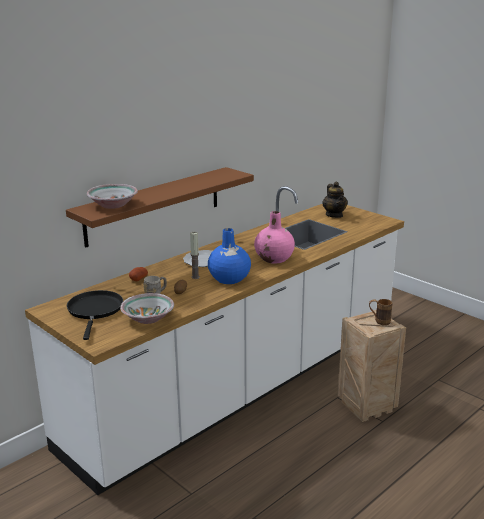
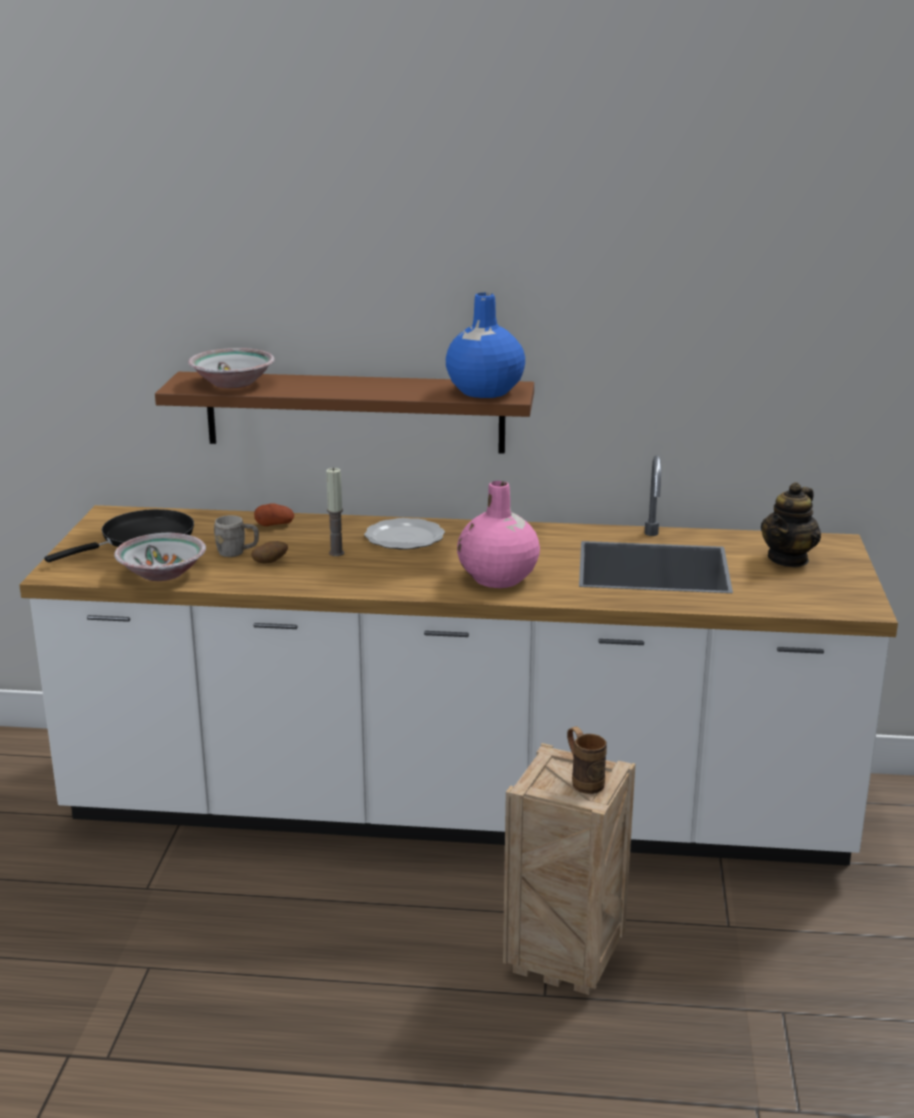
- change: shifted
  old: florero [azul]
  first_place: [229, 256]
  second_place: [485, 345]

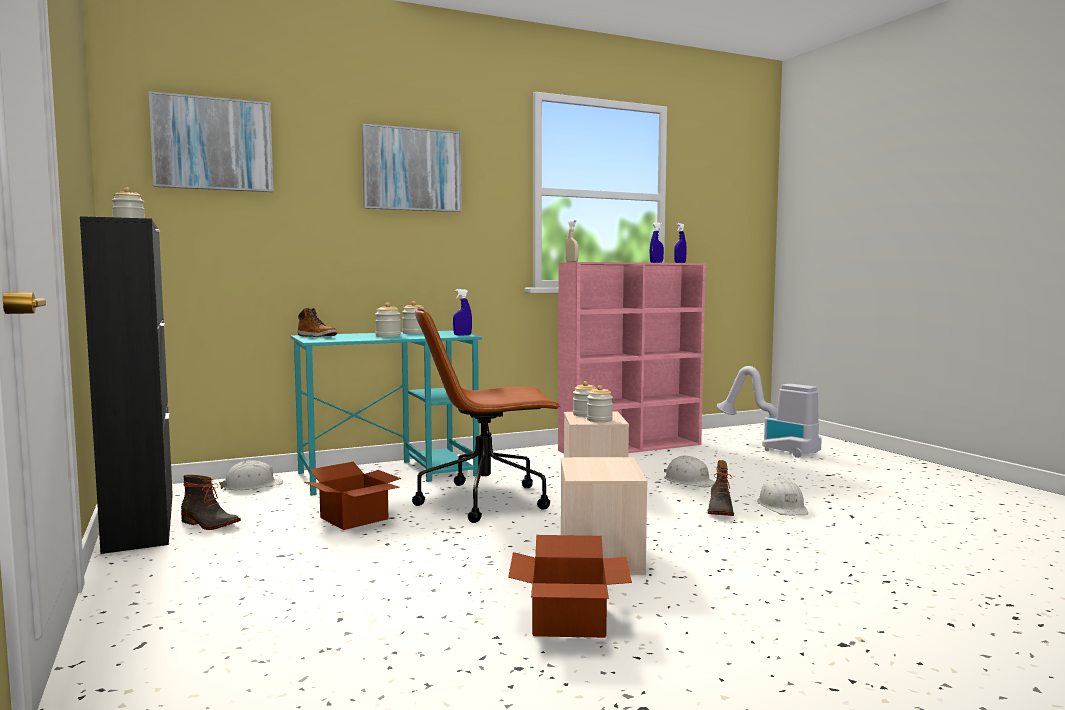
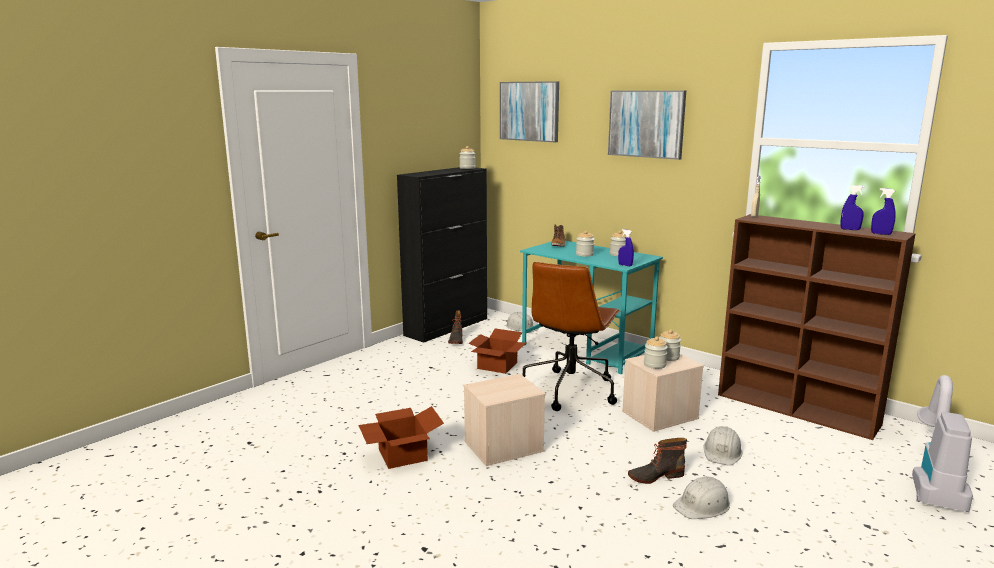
- change: rotated
  old: silla de oficina [marrón]
  first_place: [486, 415]
  second_place: [571, 336]
  degrees: -120
- change: repainted
  old: estantería [rosa]
  new: estantería [marrón]
  first_place: [632, 357]
  second_place: [817, 327]

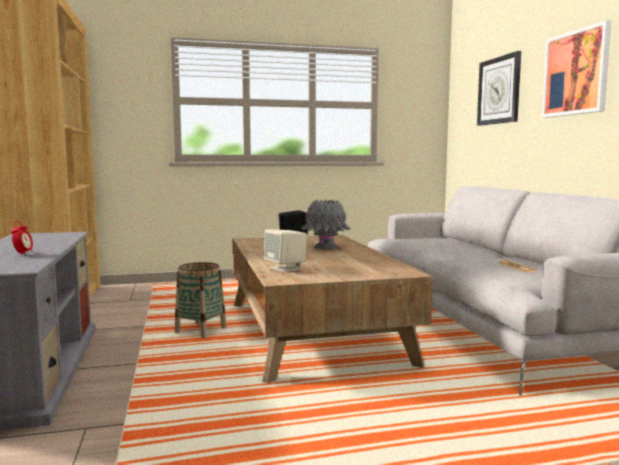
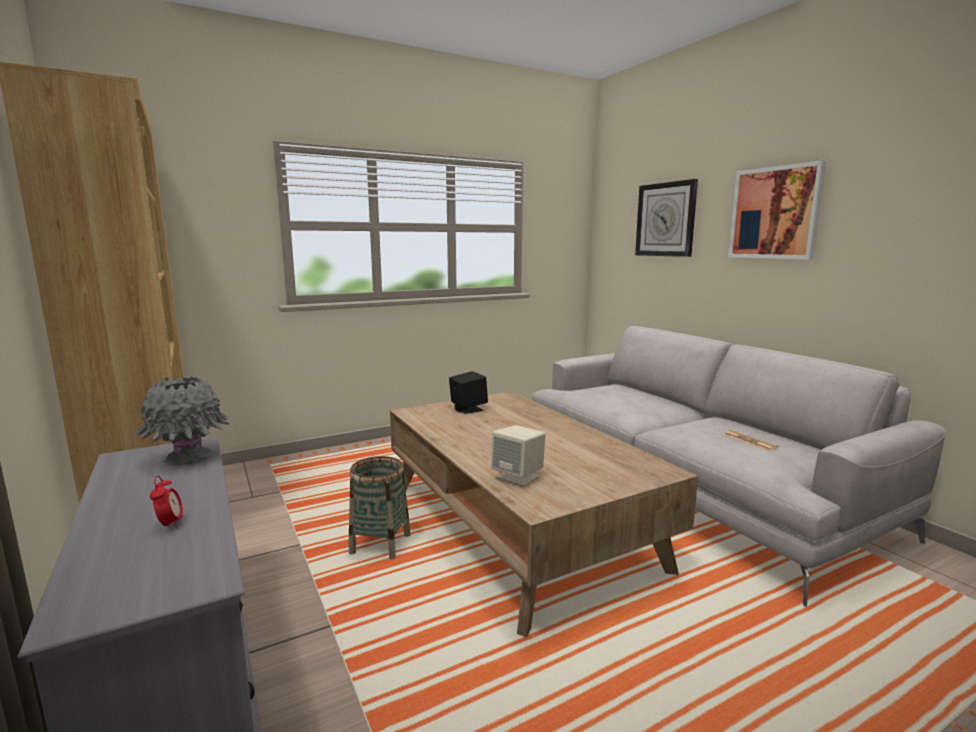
- change: shifted
  old: florero [gris]
  first_place: [326, 225]
  second_place: [183, 420]

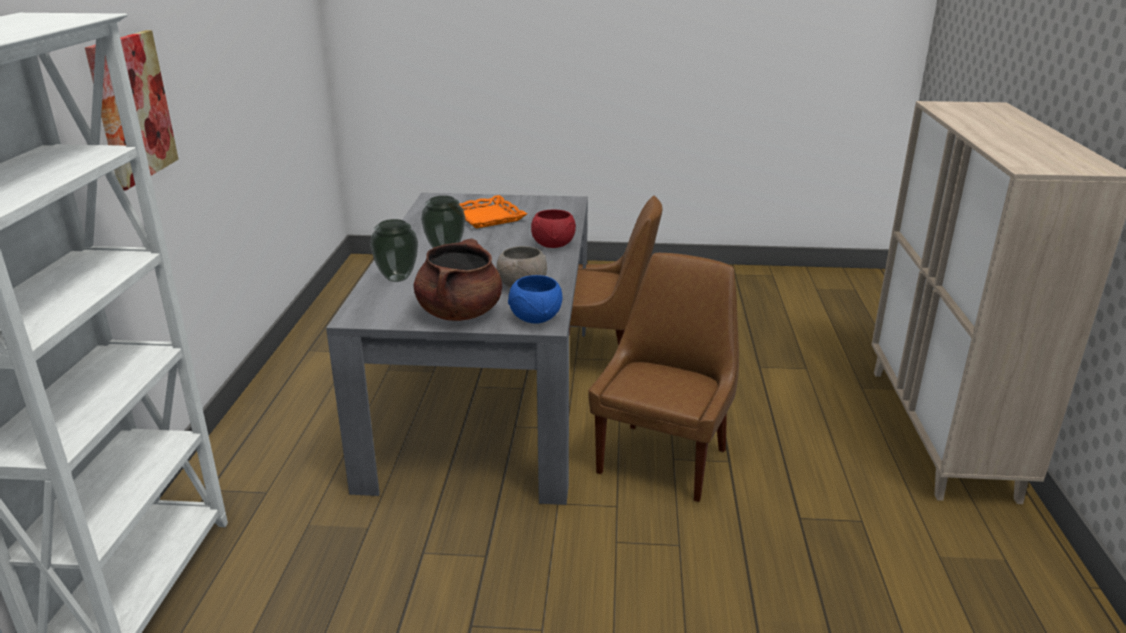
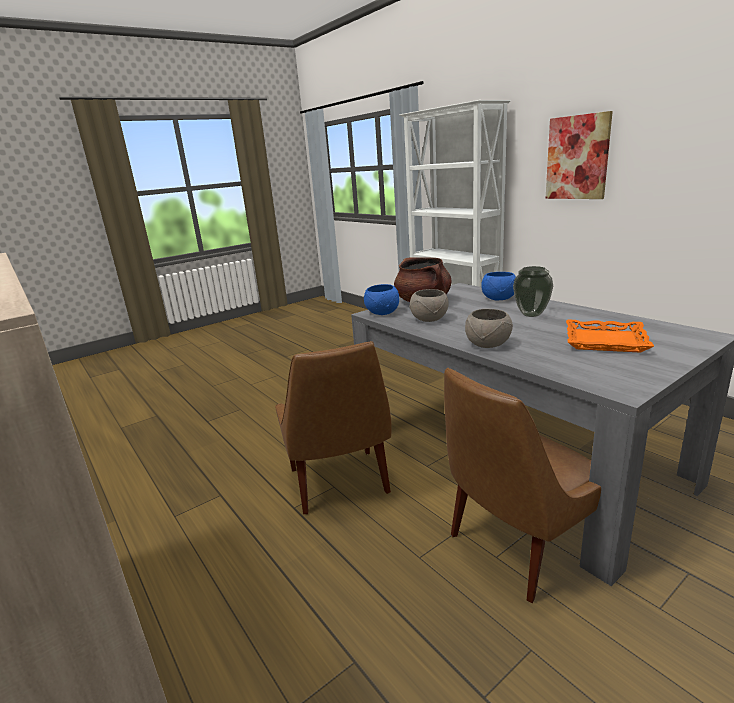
- change: swapped
  old: florero
  new: cuenco [azul]
  first_place: [394, 250]
  second_place: [498, 286]
- change: repainted
  old: cuenco [rojo]
  new: cuenco [gris]
  first_place: [553, 228]
  second_place: [489, 328]

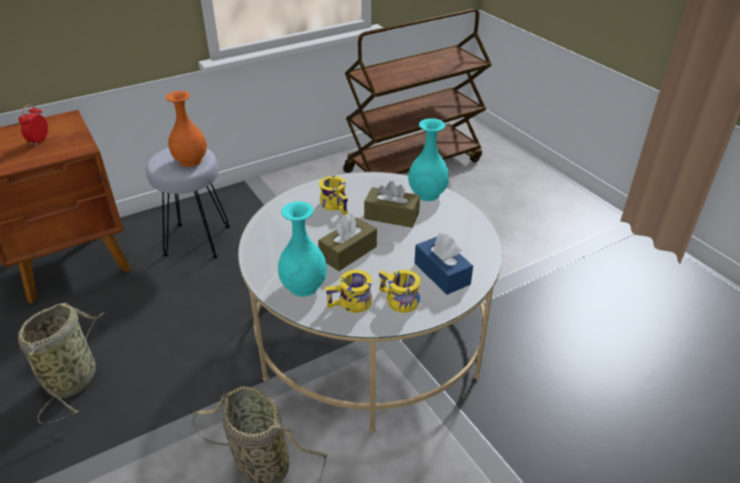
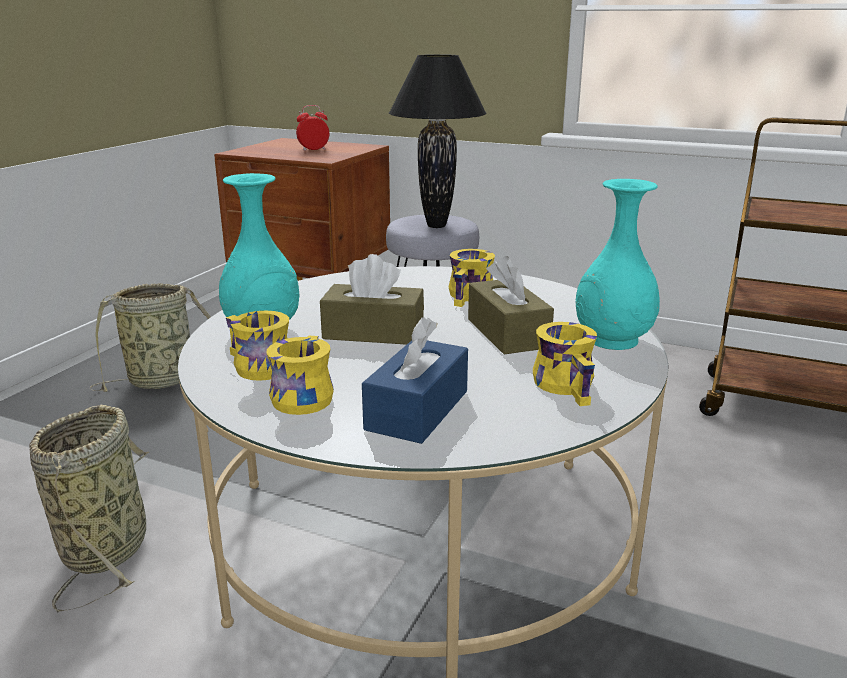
- change: swapped
  old: florero [naranja]
  new: lámpara de mesa [negro]
  first_place: [186, 129]
  second_place: [437, 141]
- change: new
  new: taza grande [amarillo]
  second_place: [565, 364]

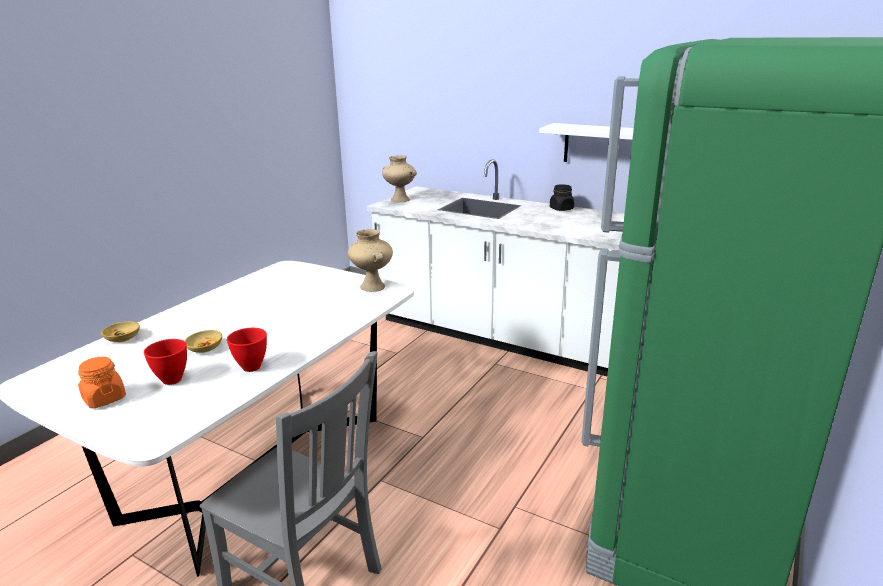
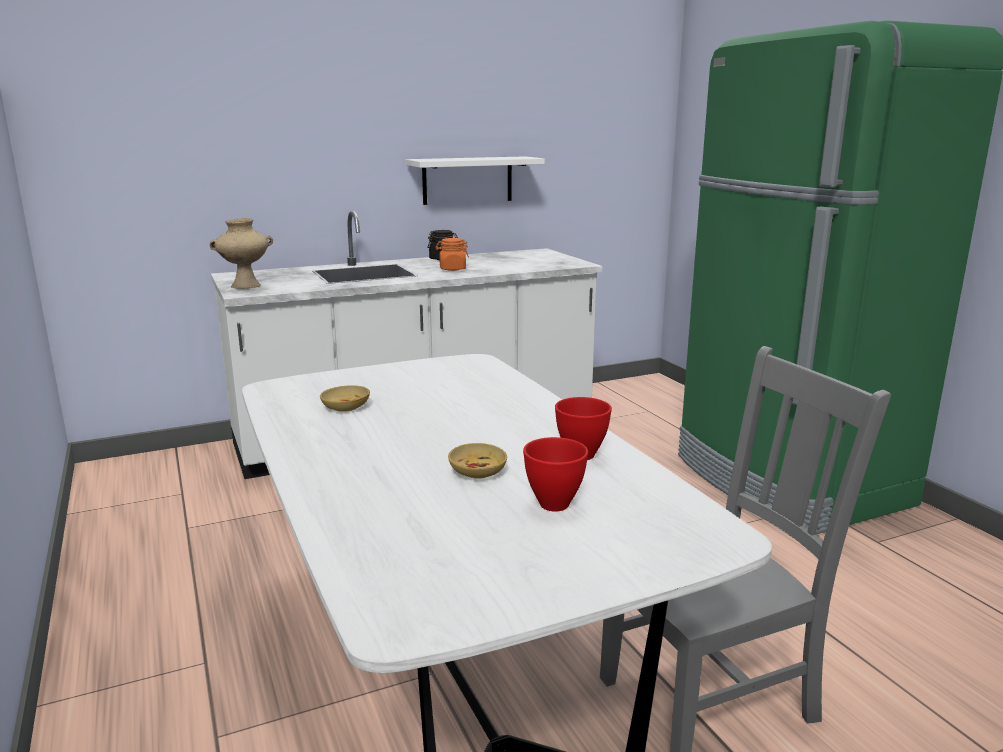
- change: shifted
  old: tarro [naranja]
  first_place: [102, 382]
  second_place: [452, 254]
- change: shifted
  old: cuenco [beis]
  first_place: [120, 331]
  second_place: [345, 398]
- change: gone
  old: florero [beis]
  first_place: [370, 260]

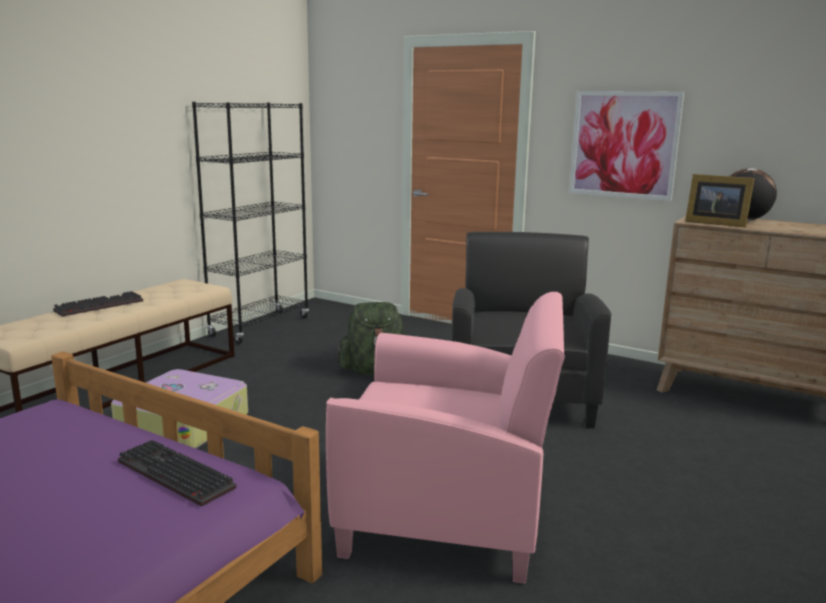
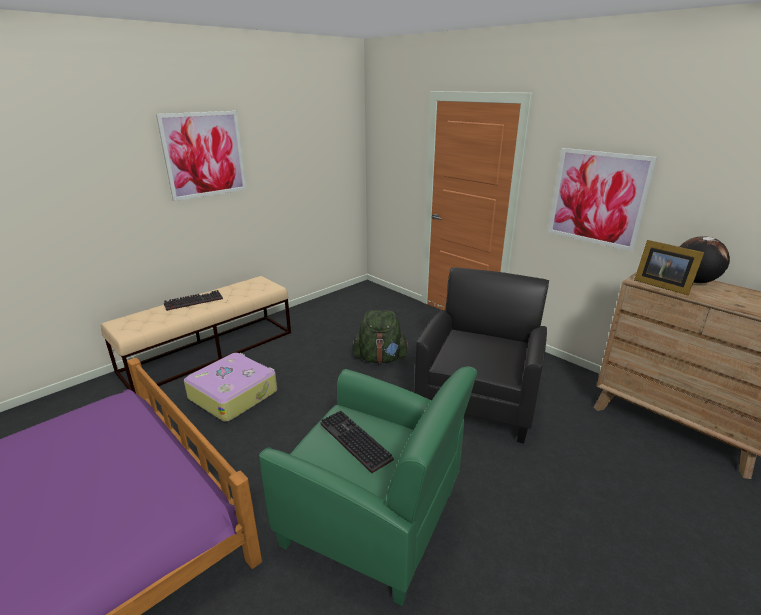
- change: shifted
  old: teclado
  first_place: [177, 473]
  second_place: [357, 442]
- change: gone
  old: estantería [negro]
  first_place: [250, 223]
- change: repainted
  old: sillón [rosa]
  new: sillón [verde]
  first_place: [445, 438]
  second_place: [368, 486]
- change: new
  new: cuadro
  second_place: [201, 156]

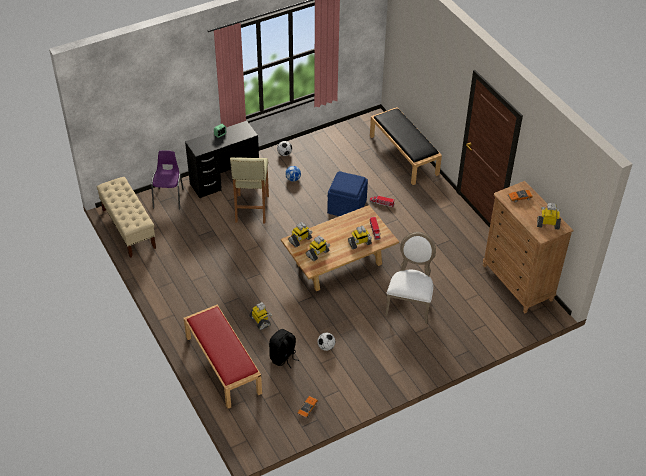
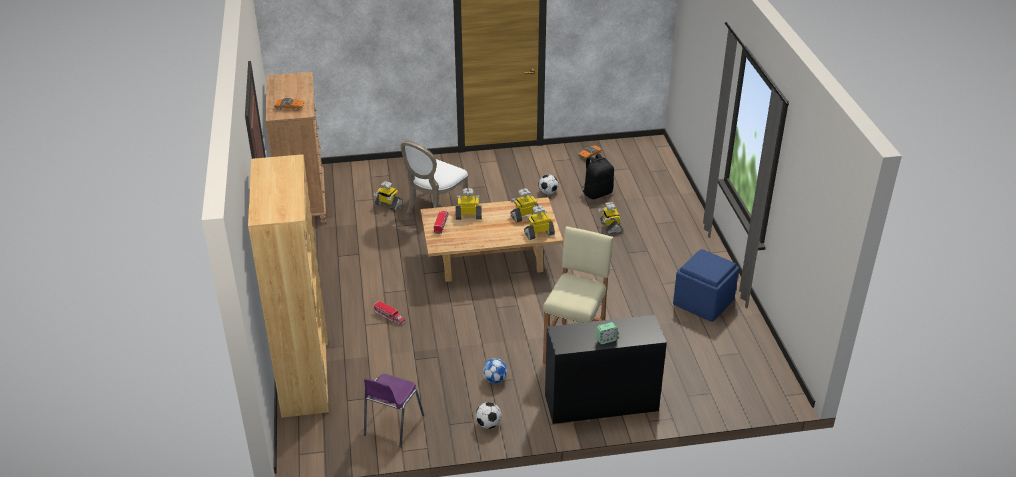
- change: gone
  old: banco [beis]
  first_place: [126, 217]
- change: shifted
  old: silla [morado]
  first_place: [167, 180]
  second_place: [394, 410]
- change: gone
  old: banco [rojo]
  first_place: [223, 357]
- change: shifted
  old: puf [azul]
  first_place: [347, 193]
  second_place: [706, 285]
- change: swapped
  old: banco [negro]
  new: estantería [marrón]
  first_place: [406, 146]
  second_place: [288, 286]
- change: shifted
  old: robot de juguete
  first_place: [549, 216]
  second_place: [388, 196]

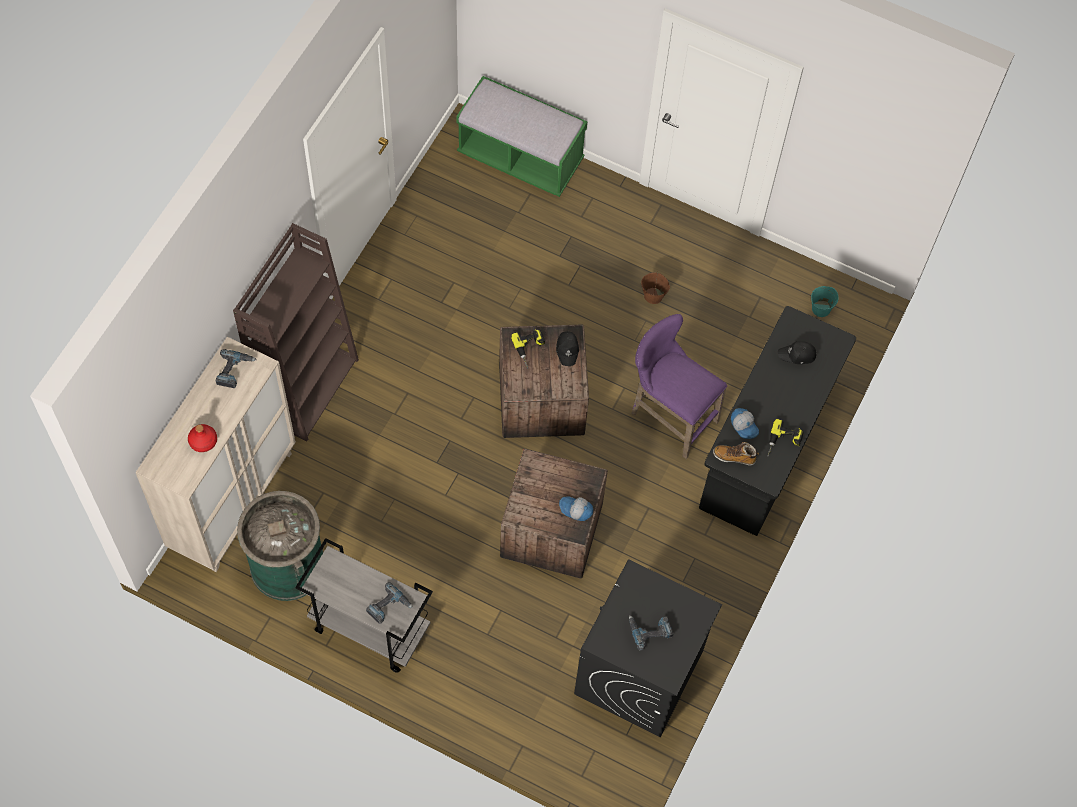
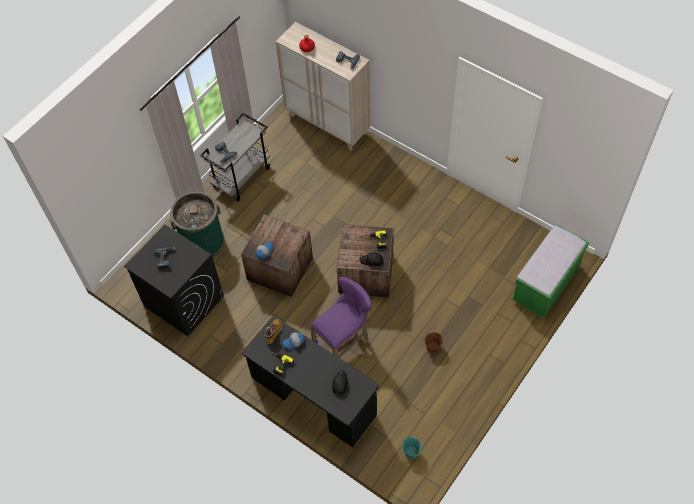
- change: gone
  old: estantería [marrón]
  first_place: [296, 332]
- change: shifted
  old: papelera [verde]
  first_place: [280, 546]
  second_place: [197, 224]

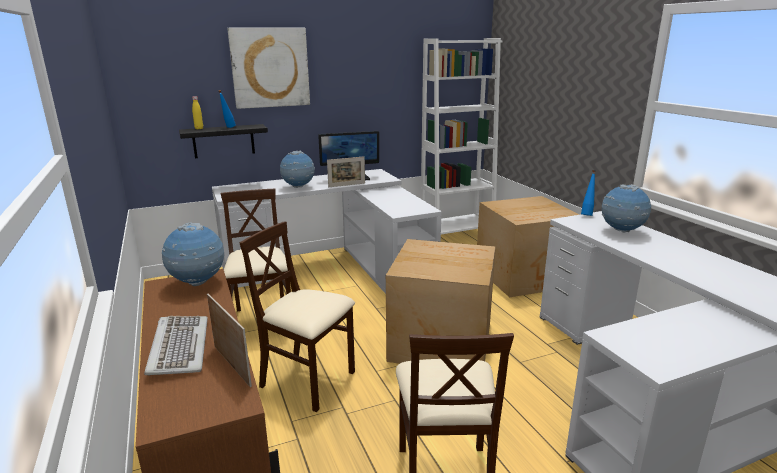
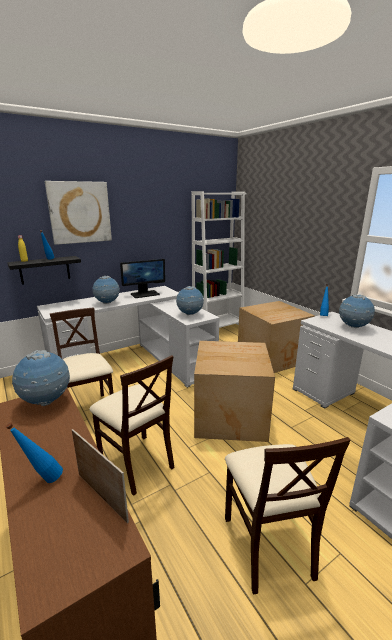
- change: swapped
  old: teclado
  new: botella [azul]
  first_place: [176, 345]
  second_place: [34, 453]
- change: rotated
  old: silla [beis]
  first_place: [297, 316]
  second_place: [132, 425]
  degrees: -150
- change: gone
  old: portarretratos
  first_place: [346, 171]
- change: new
  new: globo terráqueo
  second_place: [190, 300]

